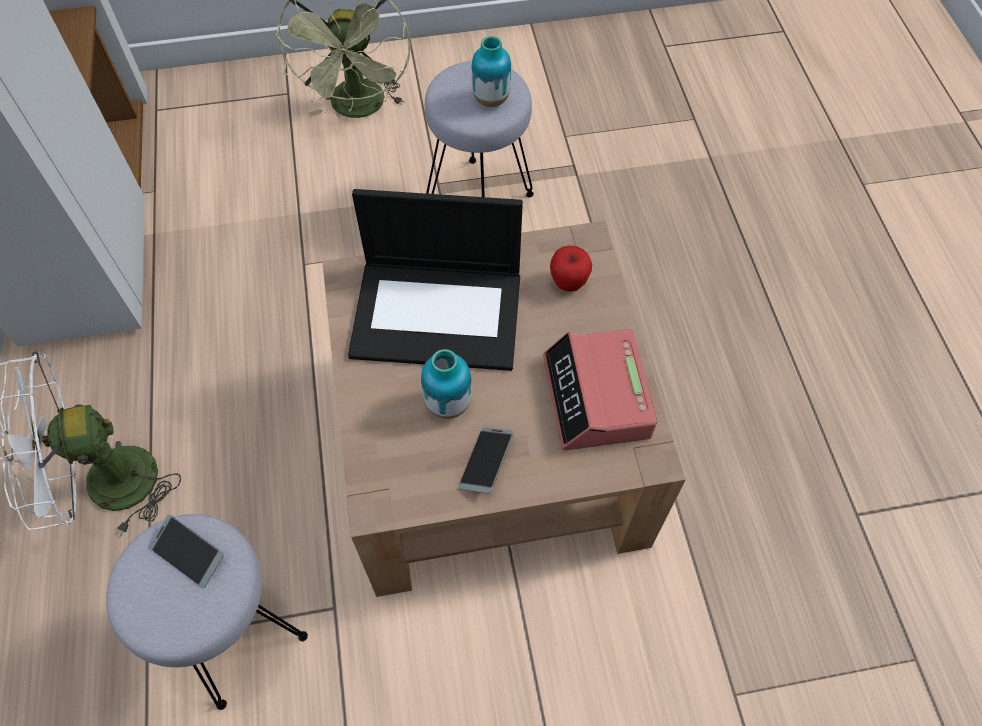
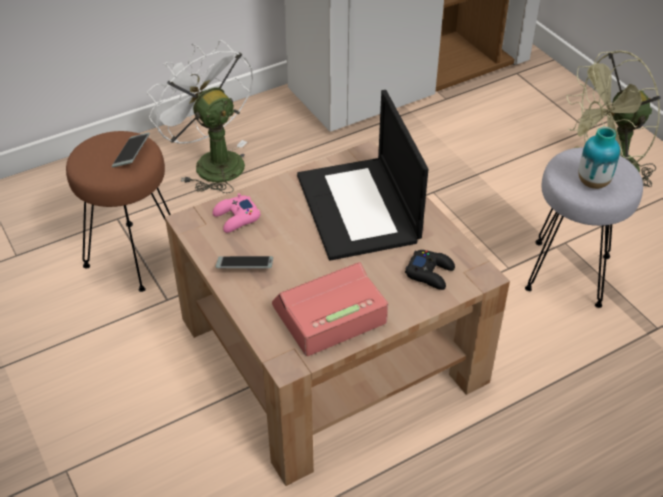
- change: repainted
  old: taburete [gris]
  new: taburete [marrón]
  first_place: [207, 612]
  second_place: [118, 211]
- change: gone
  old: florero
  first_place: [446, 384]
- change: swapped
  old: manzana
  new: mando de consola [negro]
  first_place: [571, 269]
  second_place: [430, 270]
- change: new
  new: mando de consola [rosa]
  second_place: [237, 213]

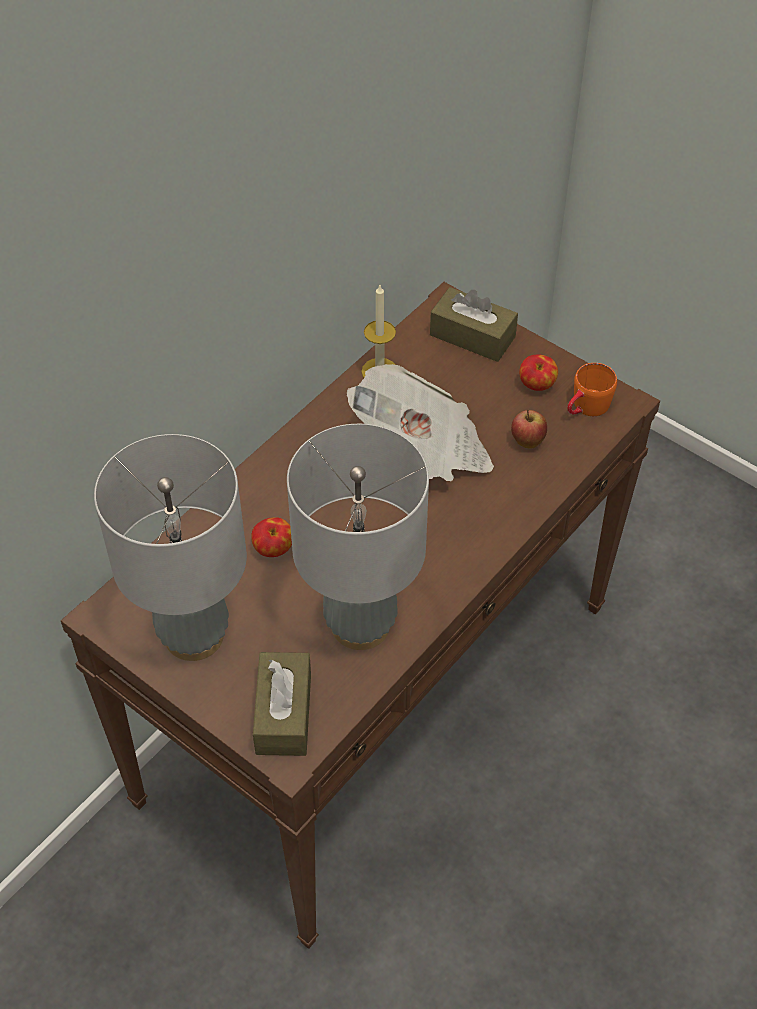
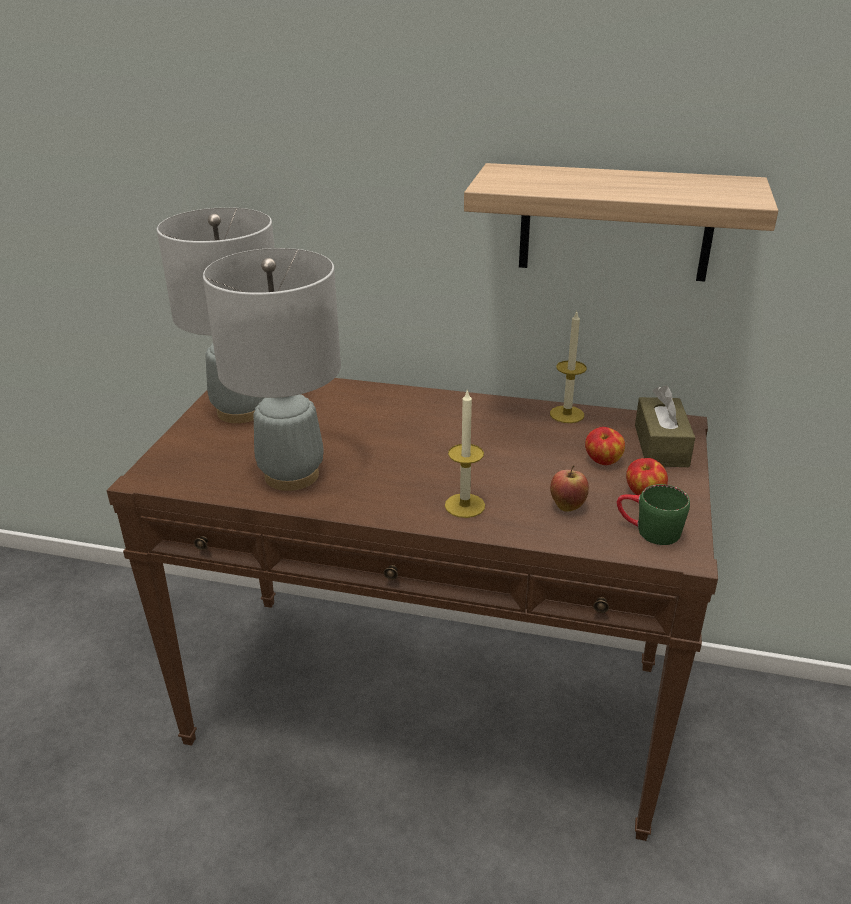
- change: shifted
  old: manzana
  first_place: [271, 537]
  second_place: [605, 446]
- change: gone
  old: caja de pañuelos [marrón]
  first_place: [282, 704]
- change: gone
  old: periódico
  first_place: [420, 423]
- change: repainted
  old: taza grande [naranja]
  new: taza grande [verde]
  first_place: [592, 389]
  second_place: [653, 514]
- change: new
  new: vela
  second_place: [465, 453]
- change: new
  new: estante
  second_place: [621, 222]

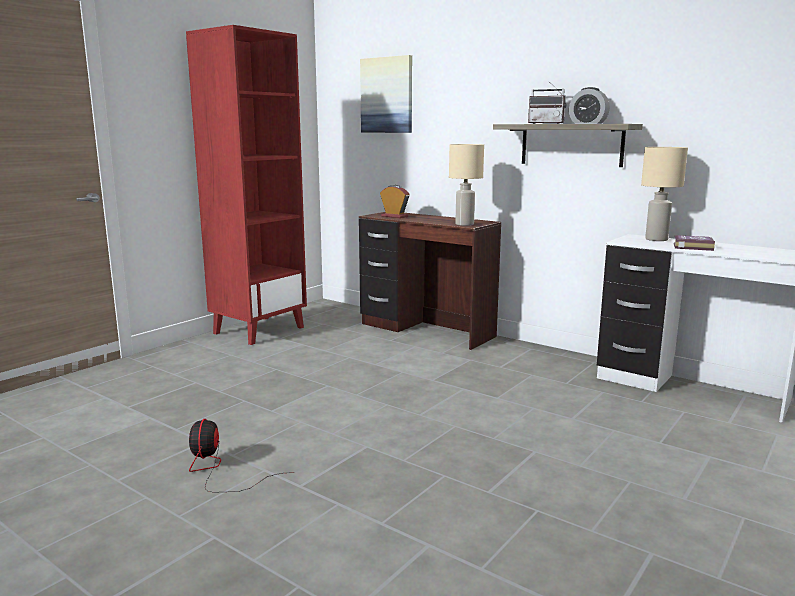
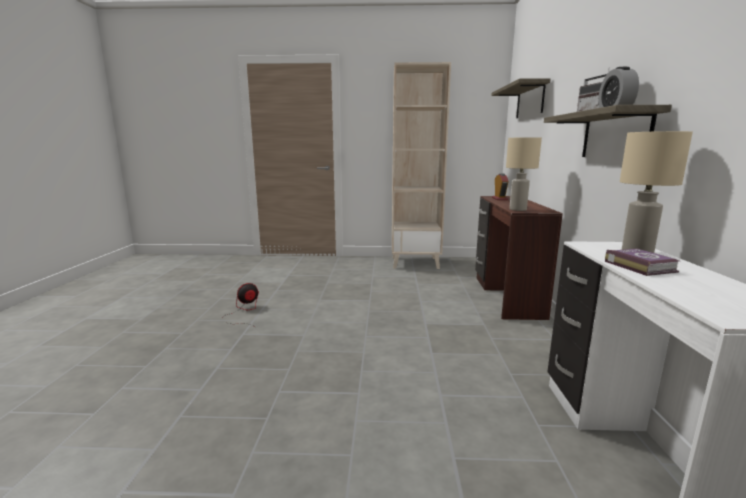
- change: repainted
  old: estantería [rojo]
  new: estantería [beis]
  first_place: [246, 185]
  second_place: [421, 165]
- change: swapped
  old: cuadro
  new: estante
  first_place: [386, 94]
  second_place: [520, 98]

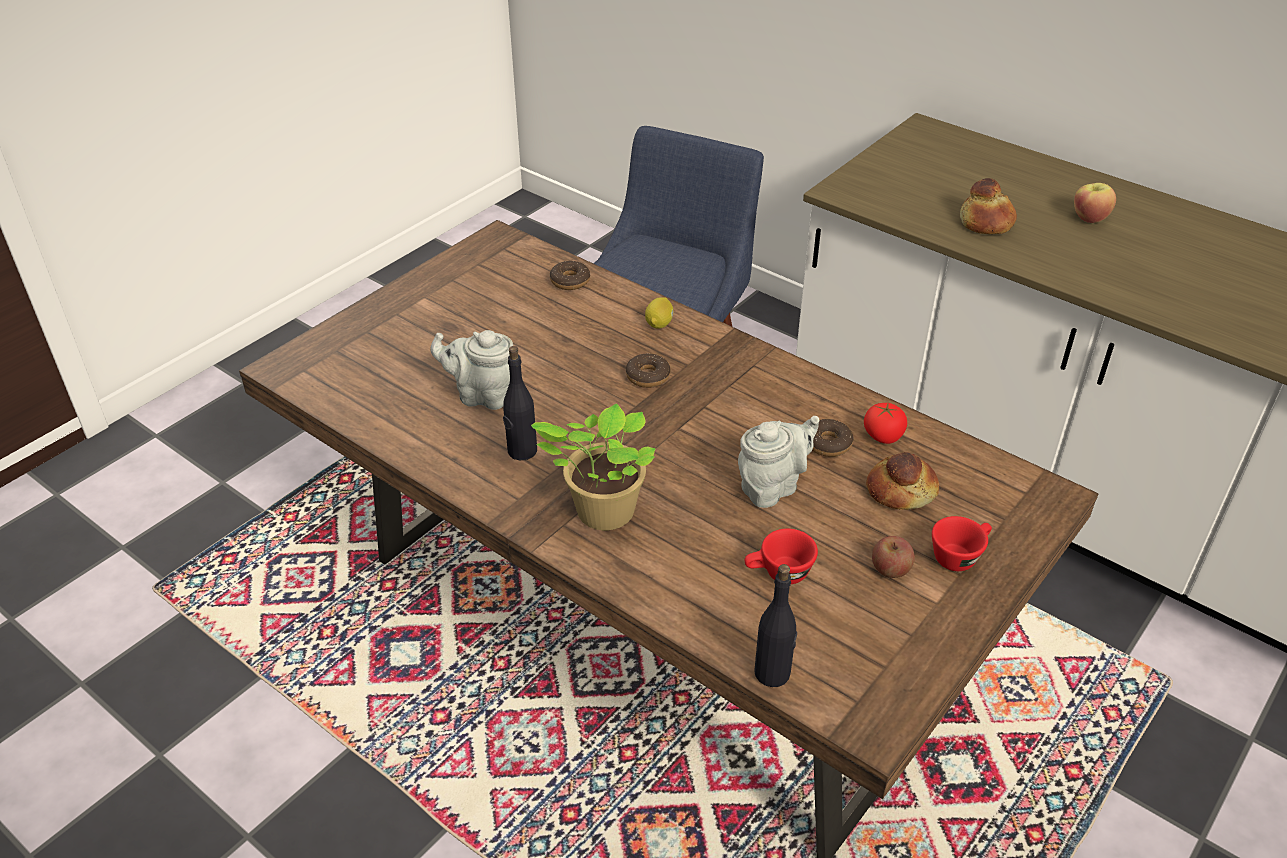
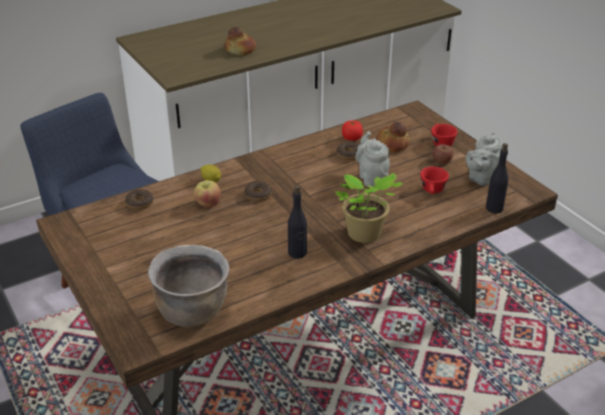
- change: shifted
  old: tetera [gris]
  first_place: [471, 370]
  second_place: [484, 159]
- change: shifted
  old: manzana
  first_place: [1095, 203]
  second_place: [207, 194]
- change: new
  new: olla [marrón]
  second_place: [189, 286]

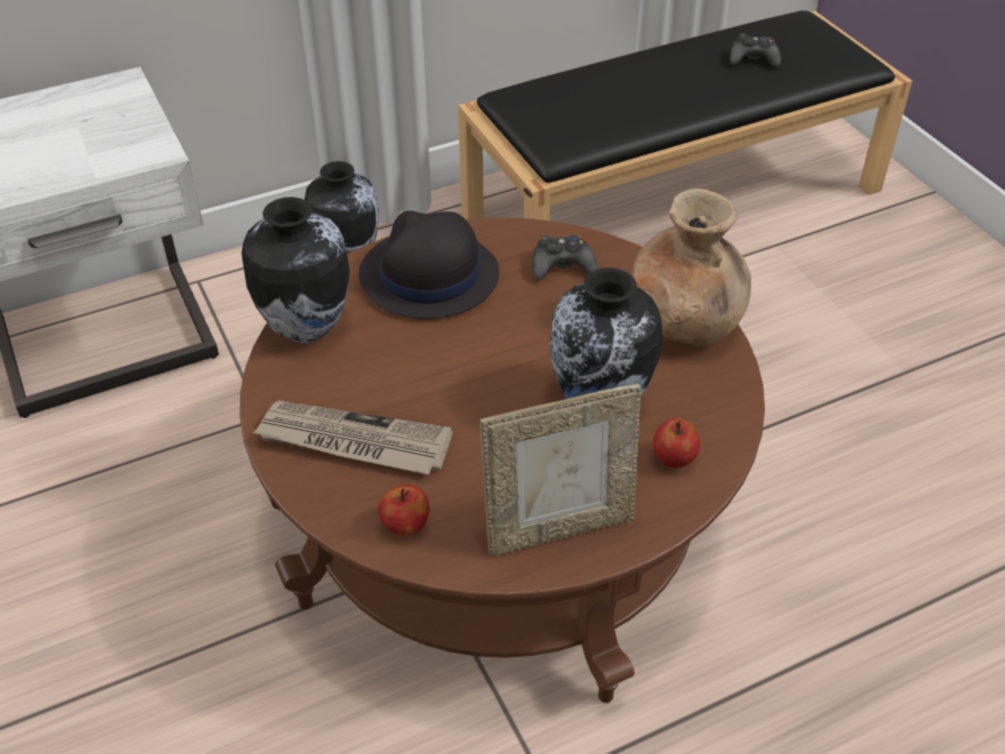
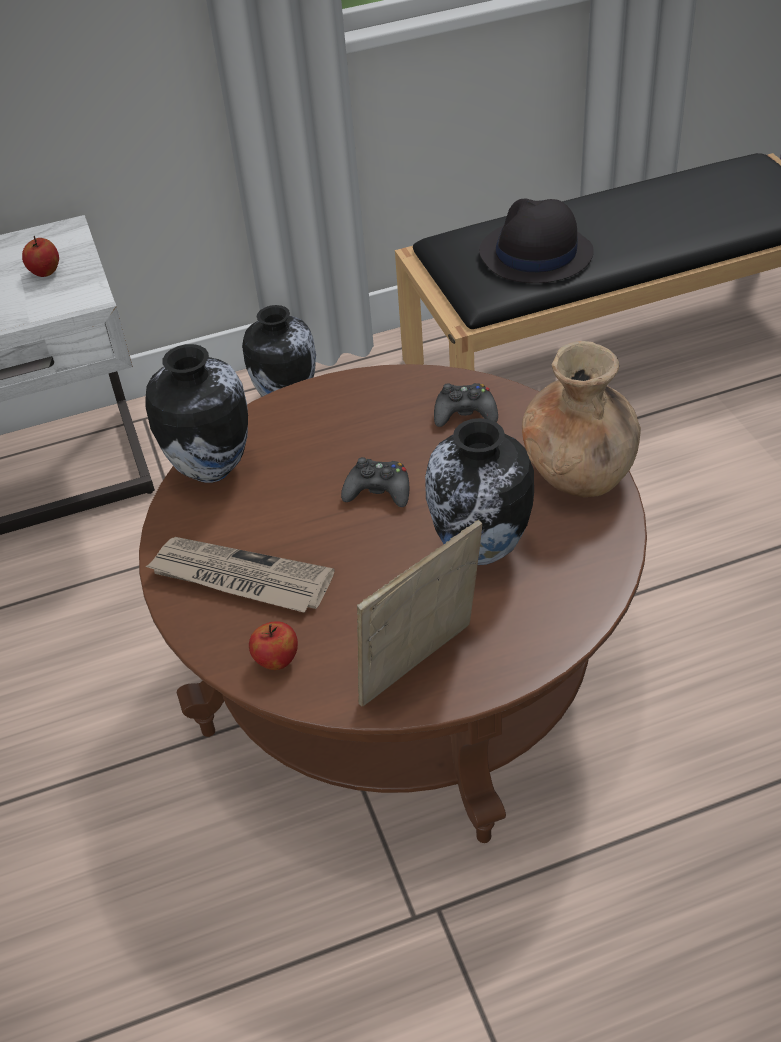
- change: shifted
  old: sombrero [negro]
  first_place: [429, 265]
  second_place: [536, 241]
- change: rotated
  old: portarretratos
  first_place: [560, 470]
  second_place: [419, 613]
  degrees: 150
- change: shifted
  old: manzana
  first_place: [676, 443]
  second_place: [40, 256]
- change: shifted
  old: mando de consola [negro]
  first_place: [755, 50]
  second_place: [375, 482]

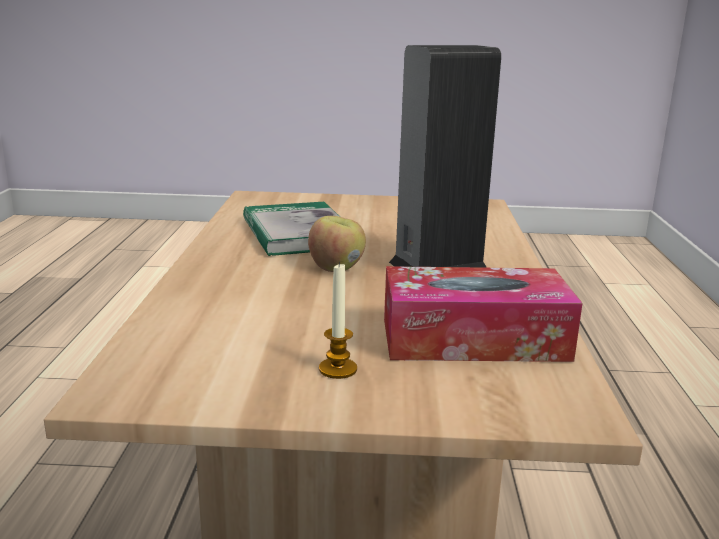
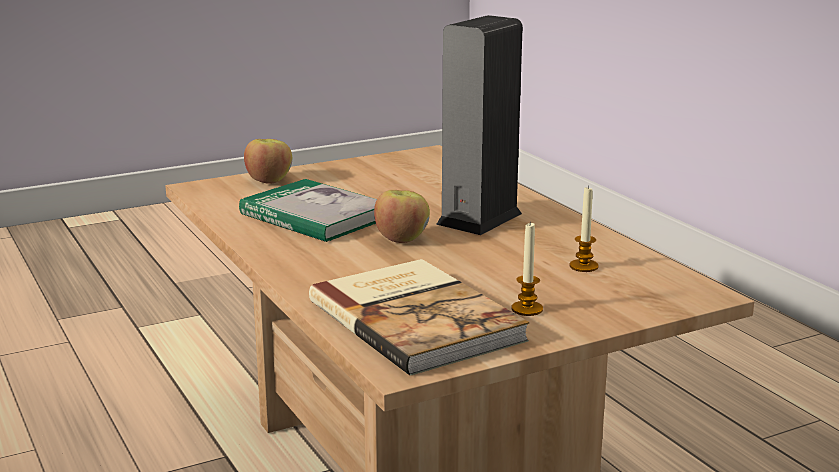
- change: swapped
  old: caja de pañuelos
  new: vela
  first_place: [483, 314]
  second_place: [584, 228]
- change: new
  new: manzana
  second_place: [268, 161]
- change: new
  new: libro
  second_place: [419, 317]

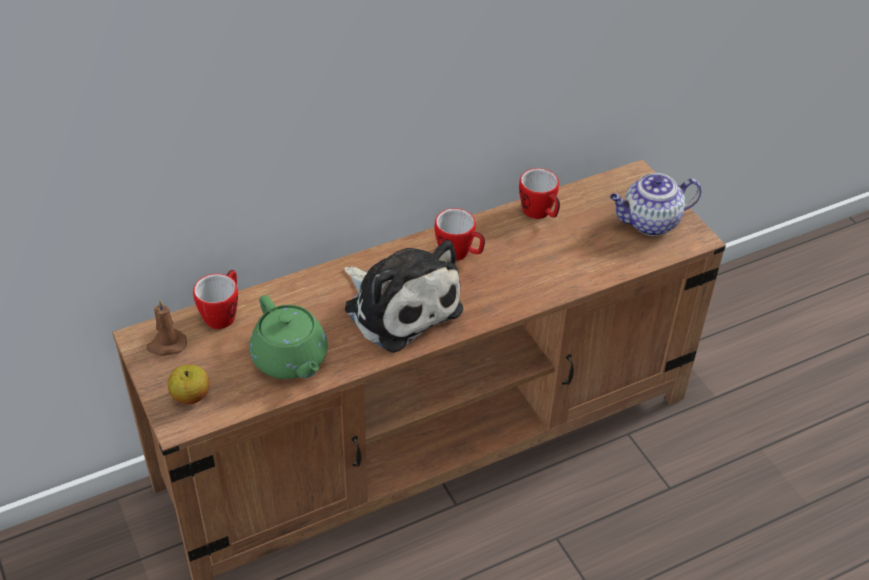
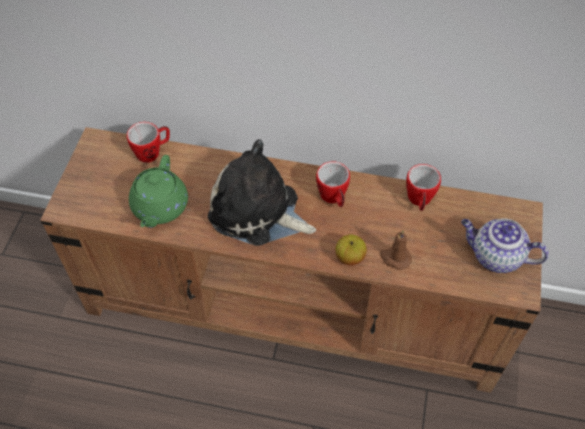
- change: shifted
  old: vela [marrón]
  first_place: [166, 327]
  second_place: [396, 250]
- change: shifted
  old: manzana
  first_place: [188, 384]
  second_place: [351, 250]
- change: rotated
  old: peluche
  first_place: [403, 296]
  second_place: [262, 193]
  degrees: 120

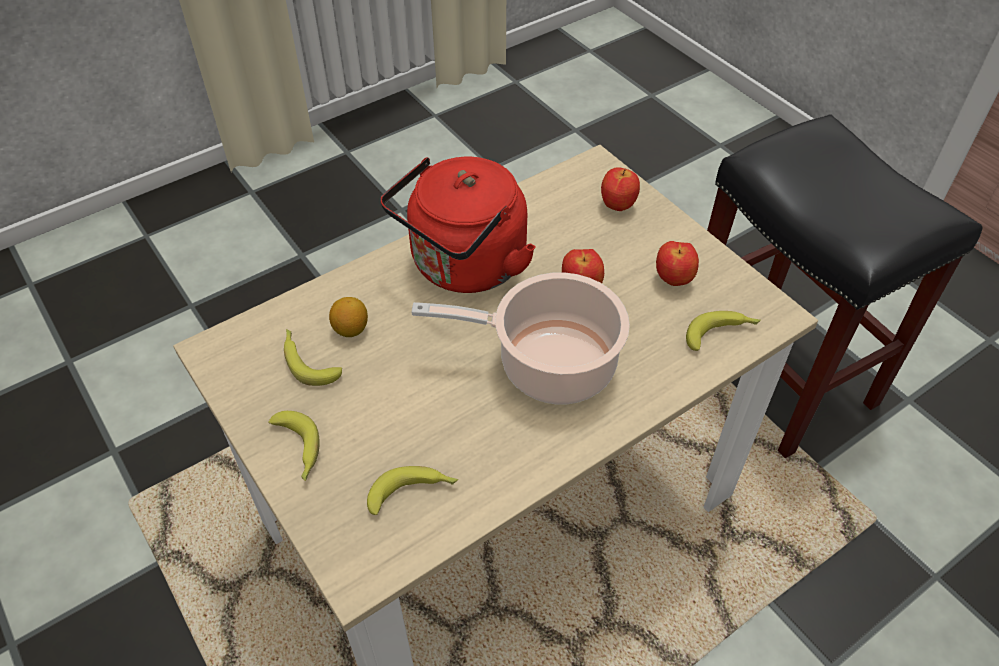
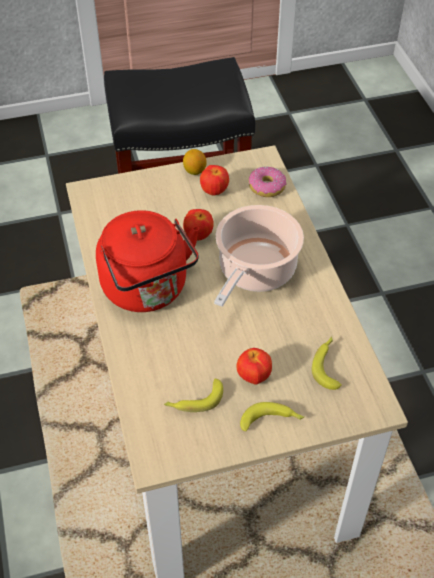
- change: shifted
  old: limón
  first_place: [348, 317]
  second_place: [195, 162]
- change: shifted
  old: manzana
  first_place: [620, 189]
  second_place: [254, 366]
- change: swapped
  old: plátano
  new: rosquilla
  first_place: [723, 331]
  second_place: [268, 182]

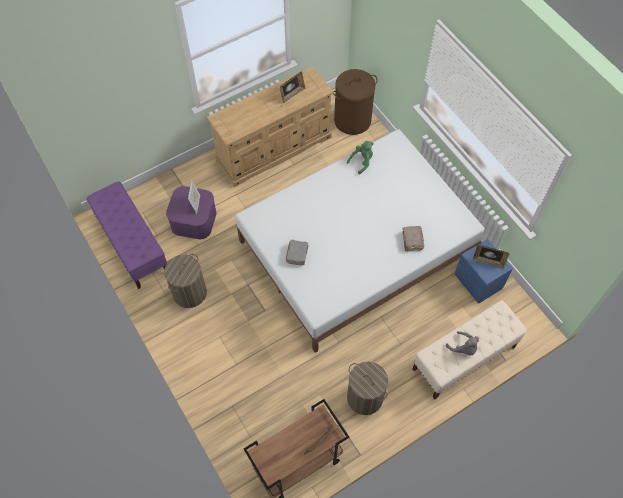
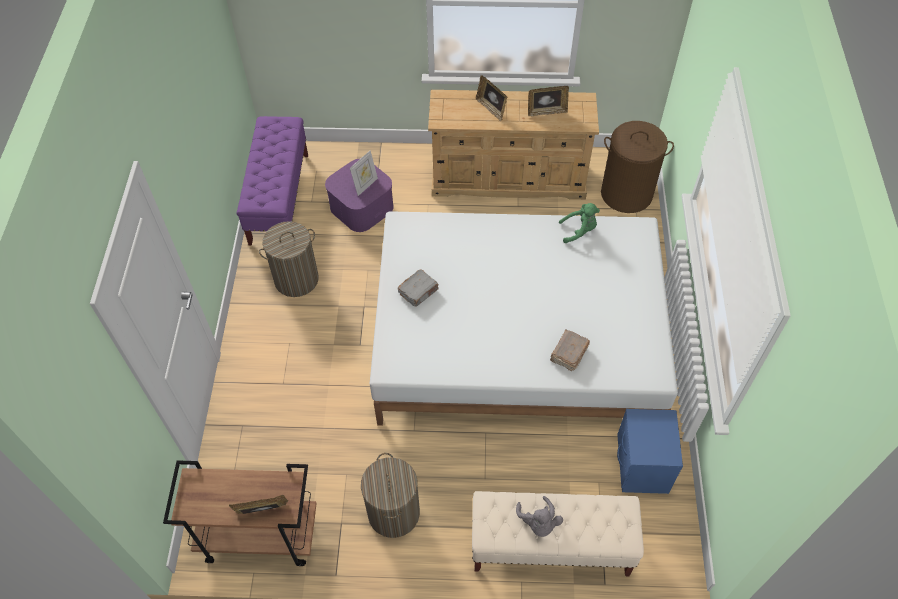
- change: shifted
  old: portarretratos
  first_place: [491, 257]
  second_place: [491, 98]

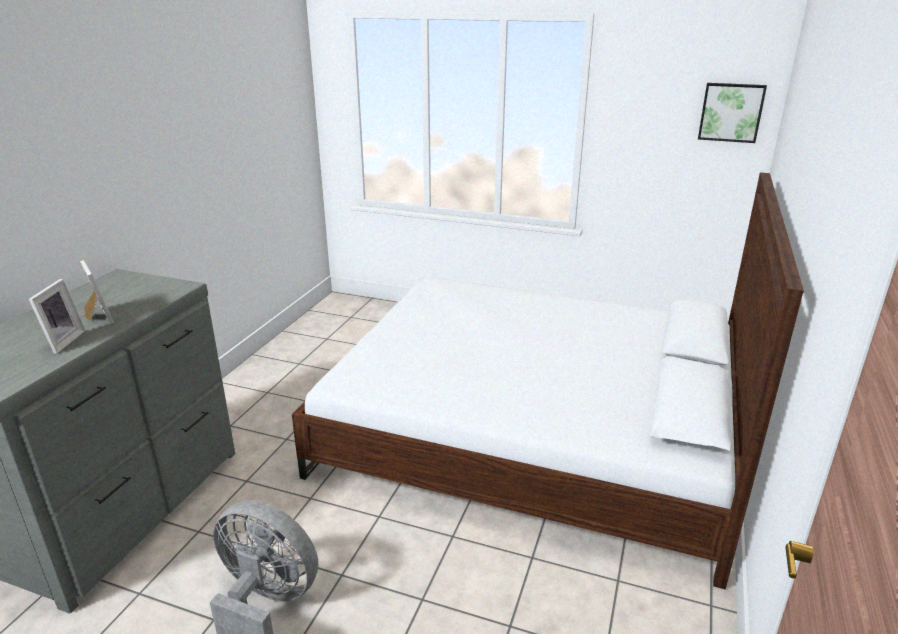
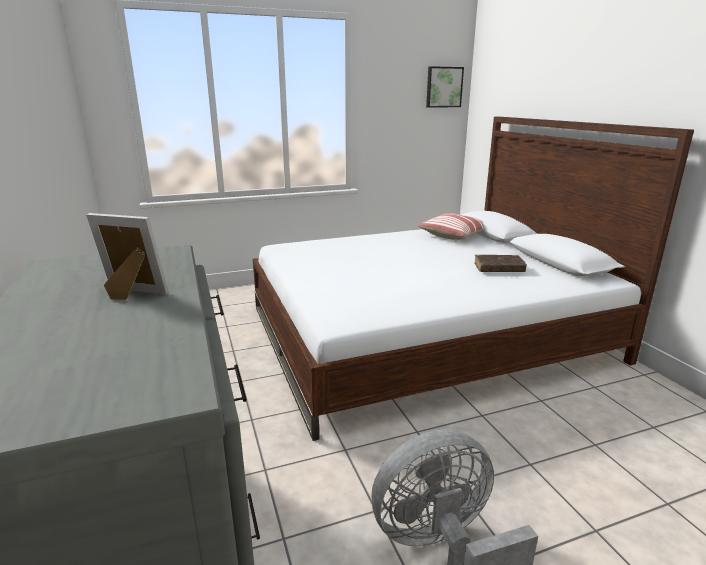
- change: gone
  old: portarretratos
  first_place: [57, 316]
- change: new
  new: cojín
  second_place: [450, 226]
- change: new
  new: libro [marrón]
  second_place: [500, 263]

